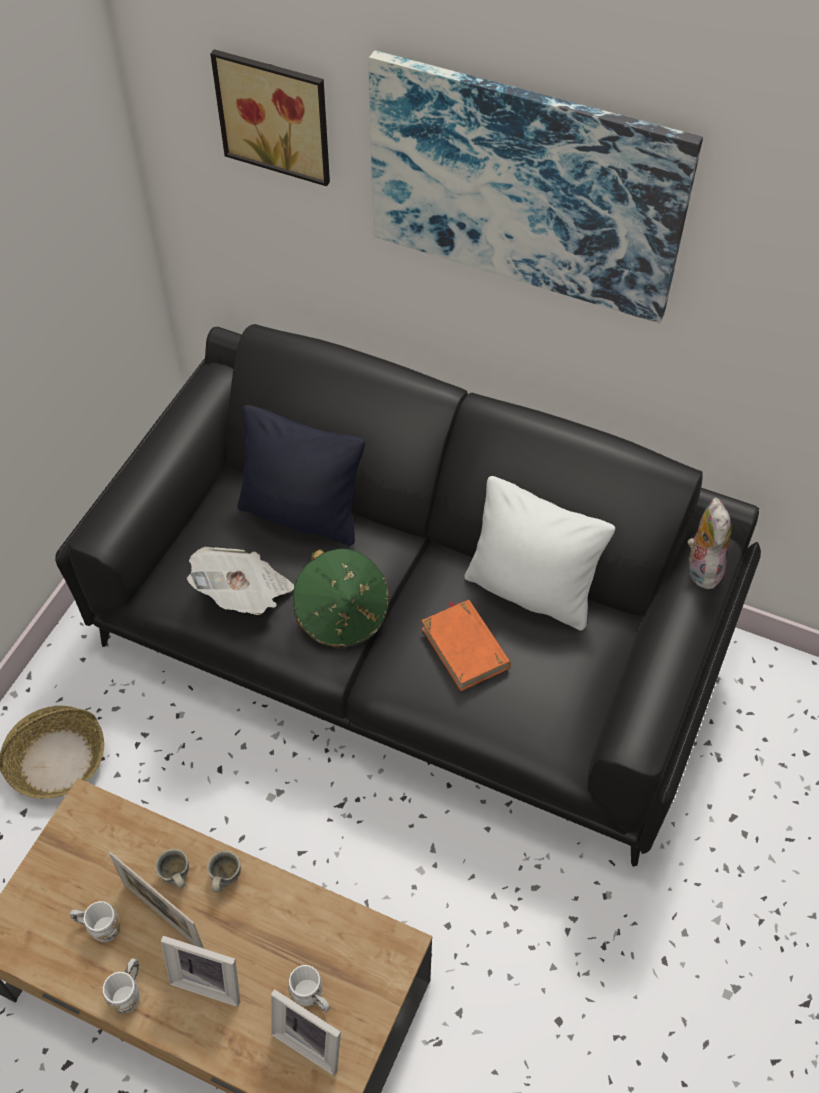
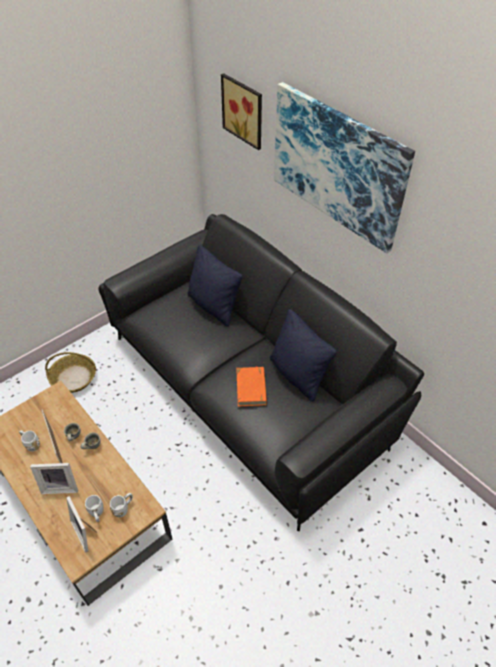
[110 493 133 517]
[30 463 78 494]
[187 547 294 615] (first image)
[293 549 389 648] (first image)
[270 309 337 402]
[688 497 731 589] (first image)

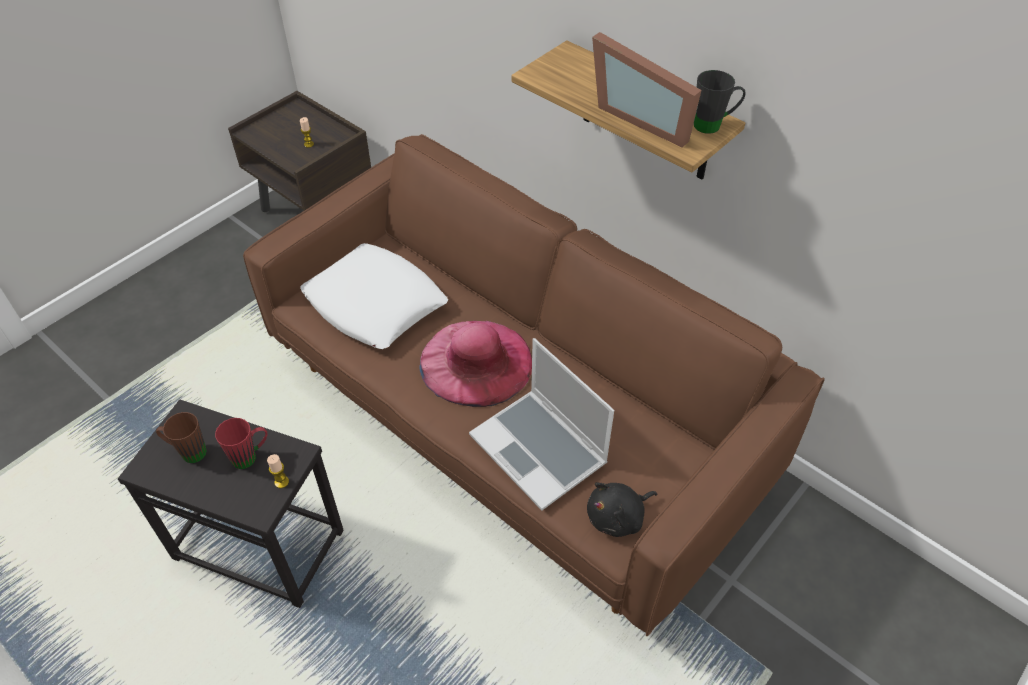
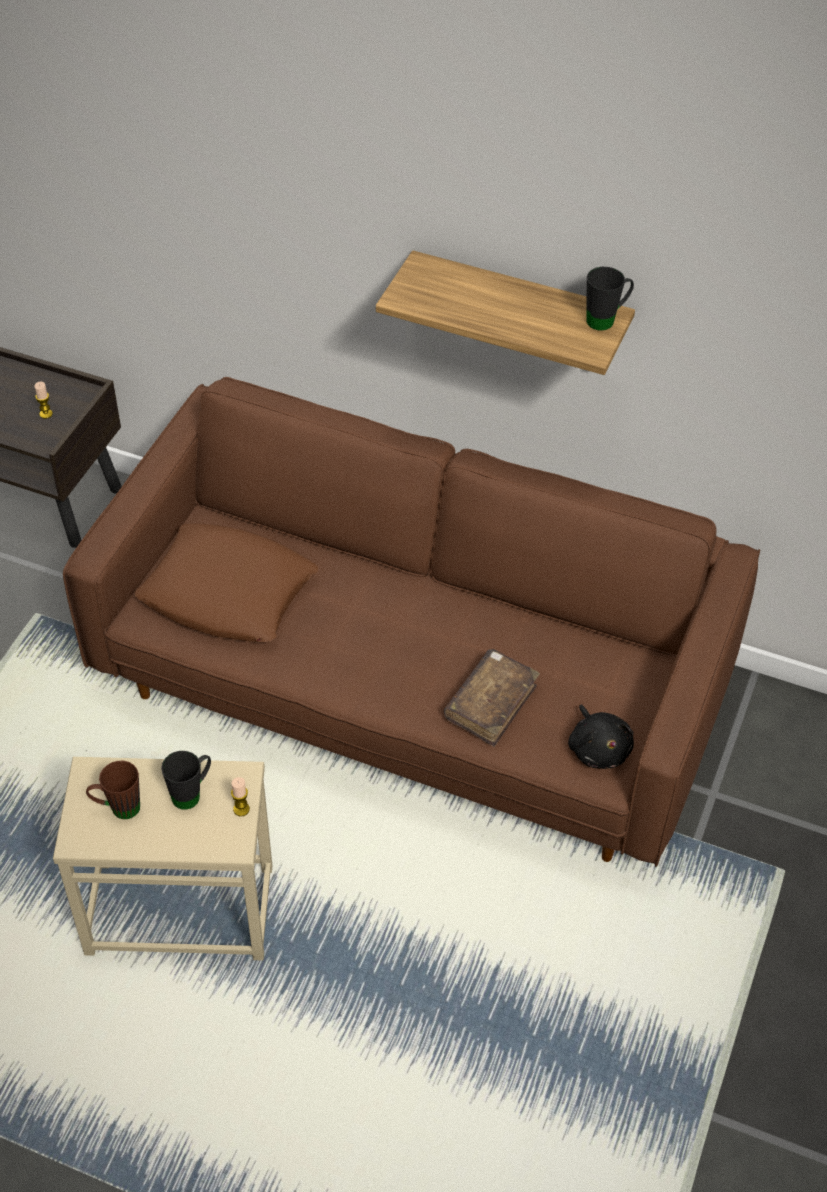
[53 757 272 961]
[161 751 211 810]
[135 523 318 642]
[420 321 532 407] (first image)
[444 649 540 747]
[568 705 634 769]
[592 32 702 147] (first image)

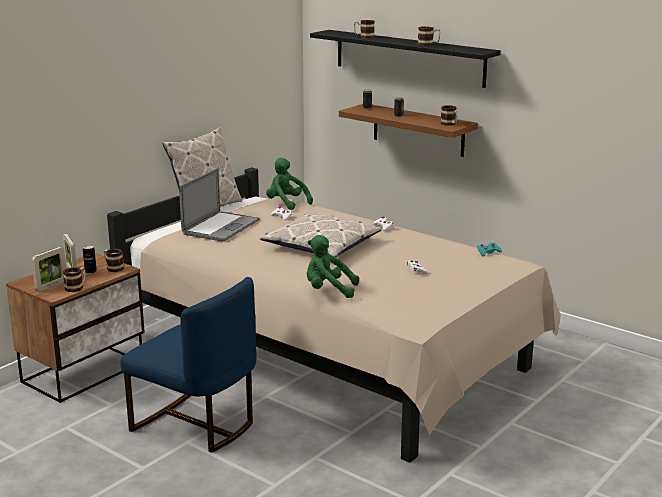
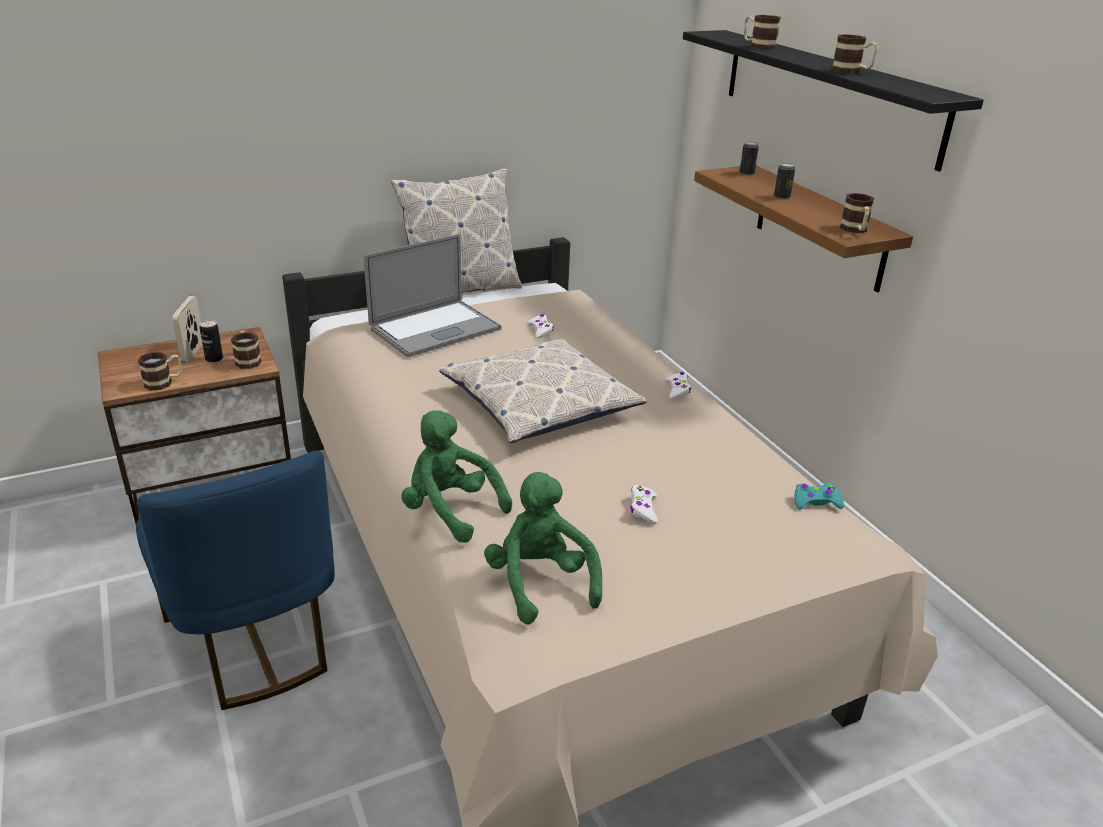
[32 247 66 291] (first image)
[484 472 602 624]

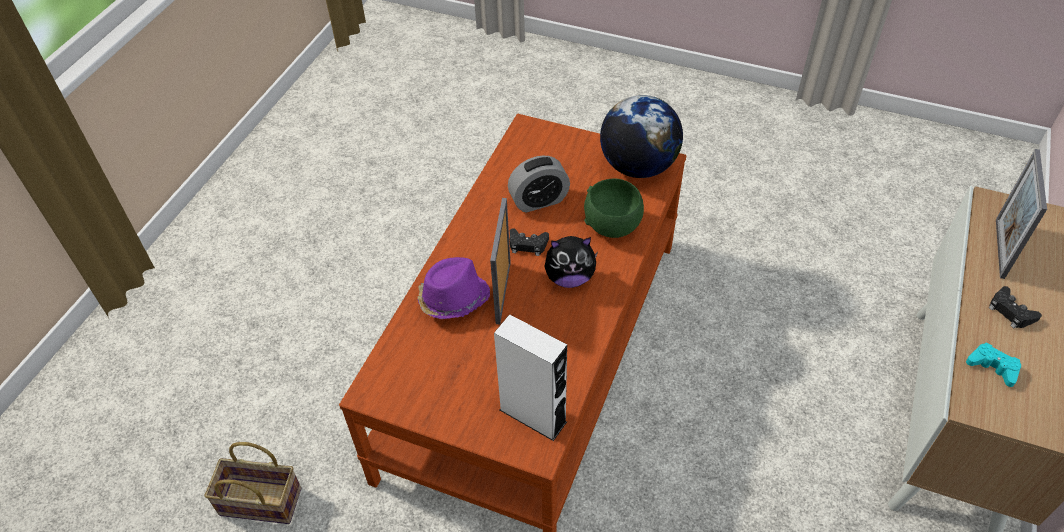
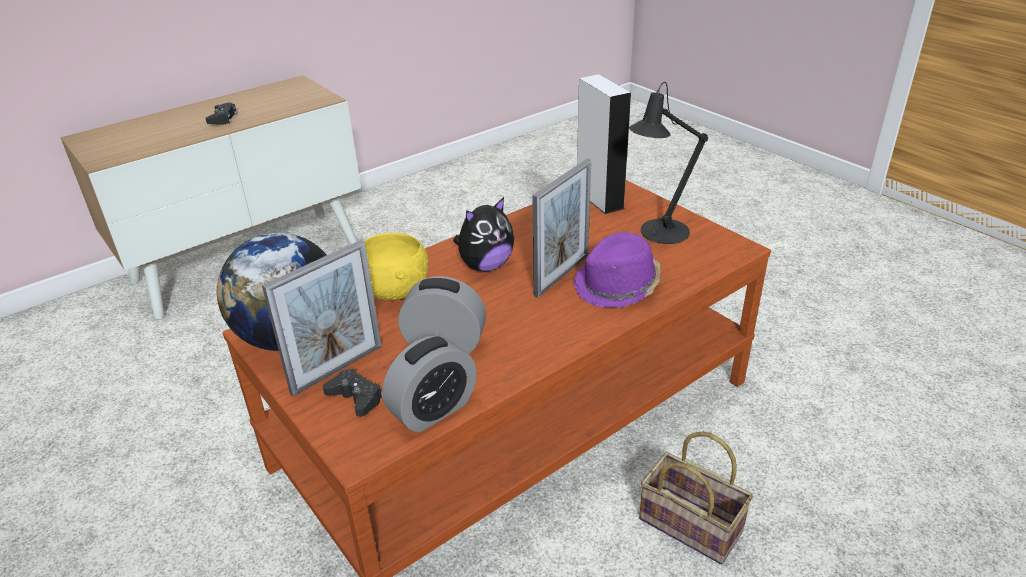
[639 432 753 564]
[323 369 383 417]
[453 197 514 271]
[364 233 428 300]
[966 342 1021 387] (first image)
[262 240 382 397]
[382 335 477 432]
[629 82 708 244]

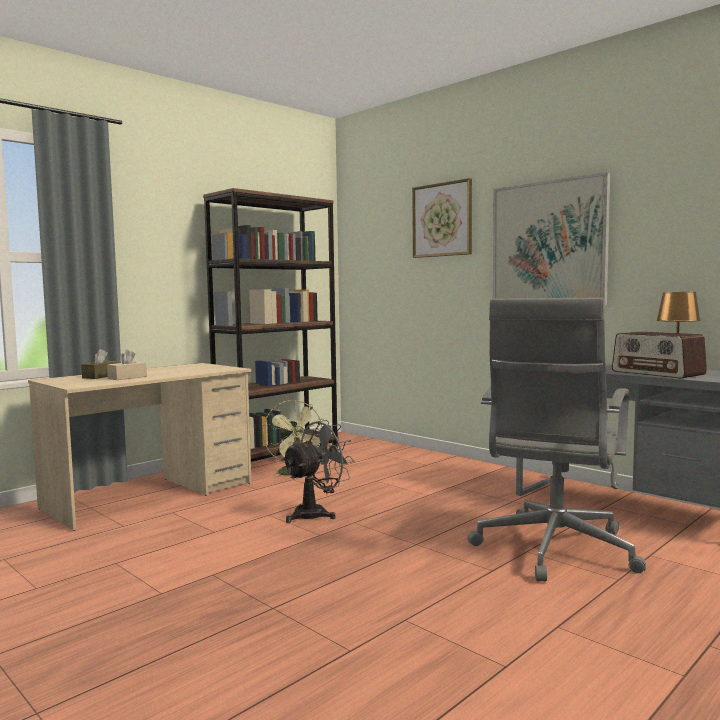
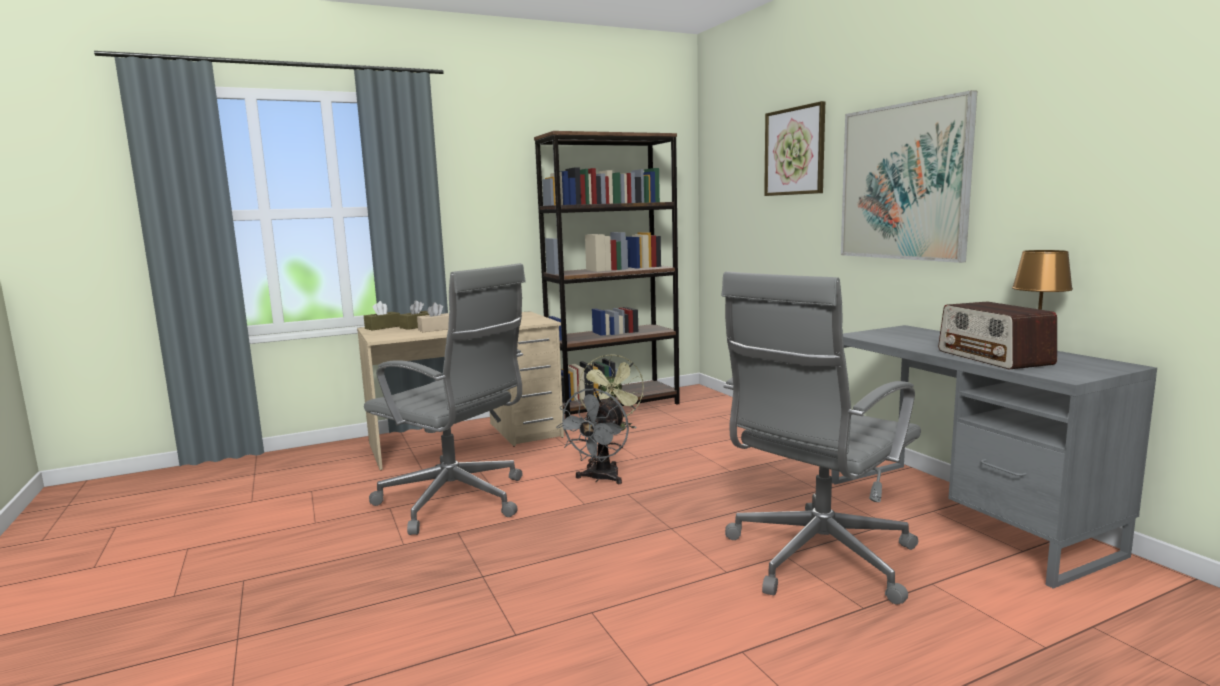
[556 388 629 484]
[364 263 526 535]
[364 301 400 331]

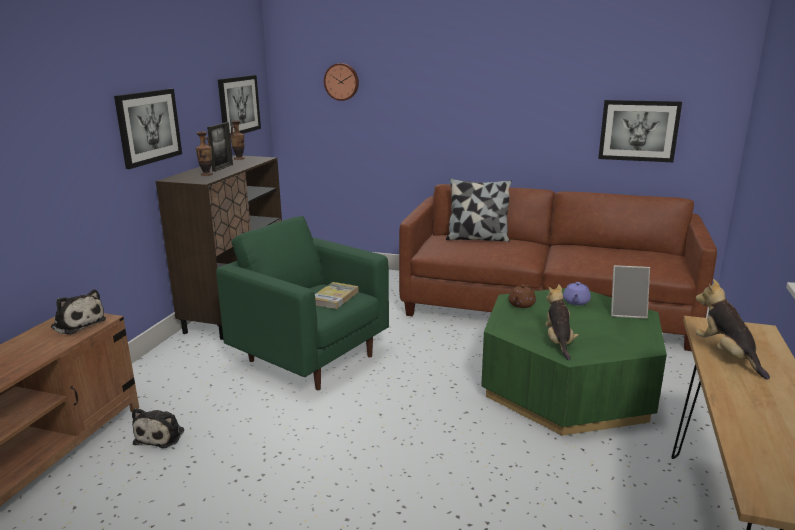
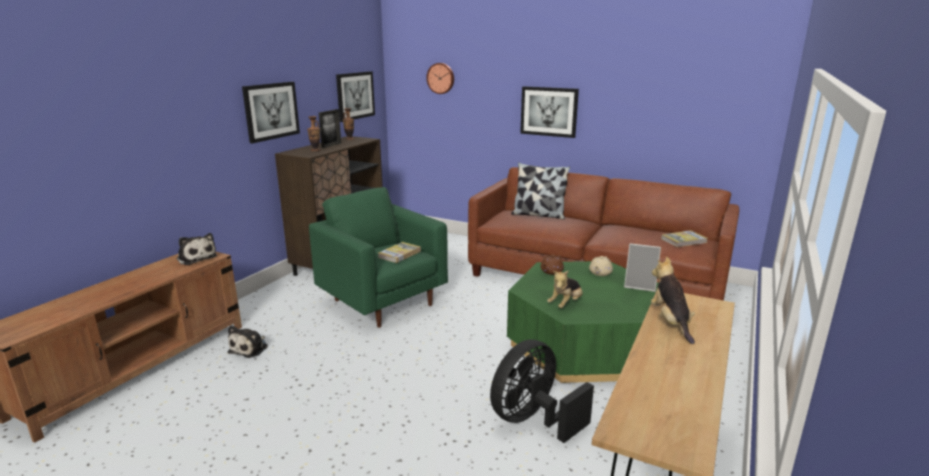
[547 271 583 308]
[589 256 613 276]
[520 86 579 138]
[490 339 594 443]
[661 230 707 247]

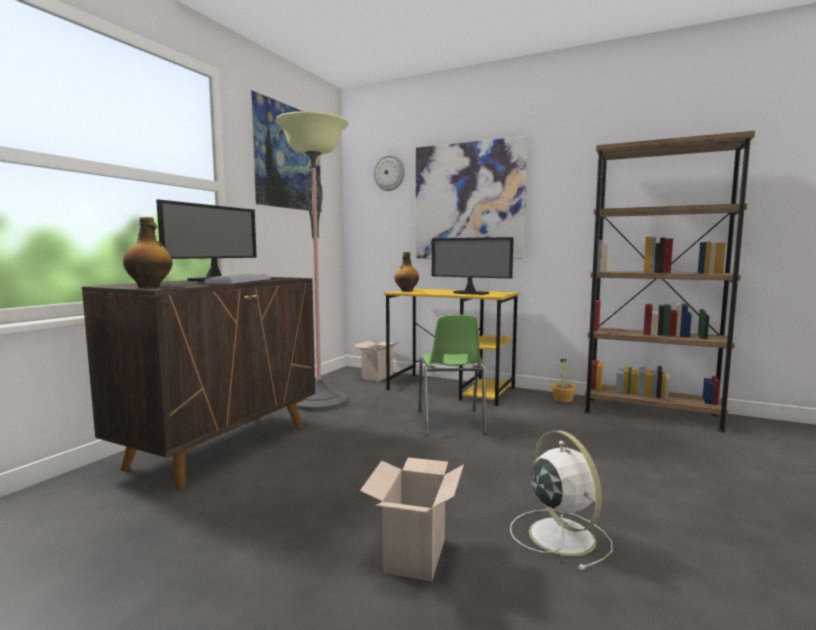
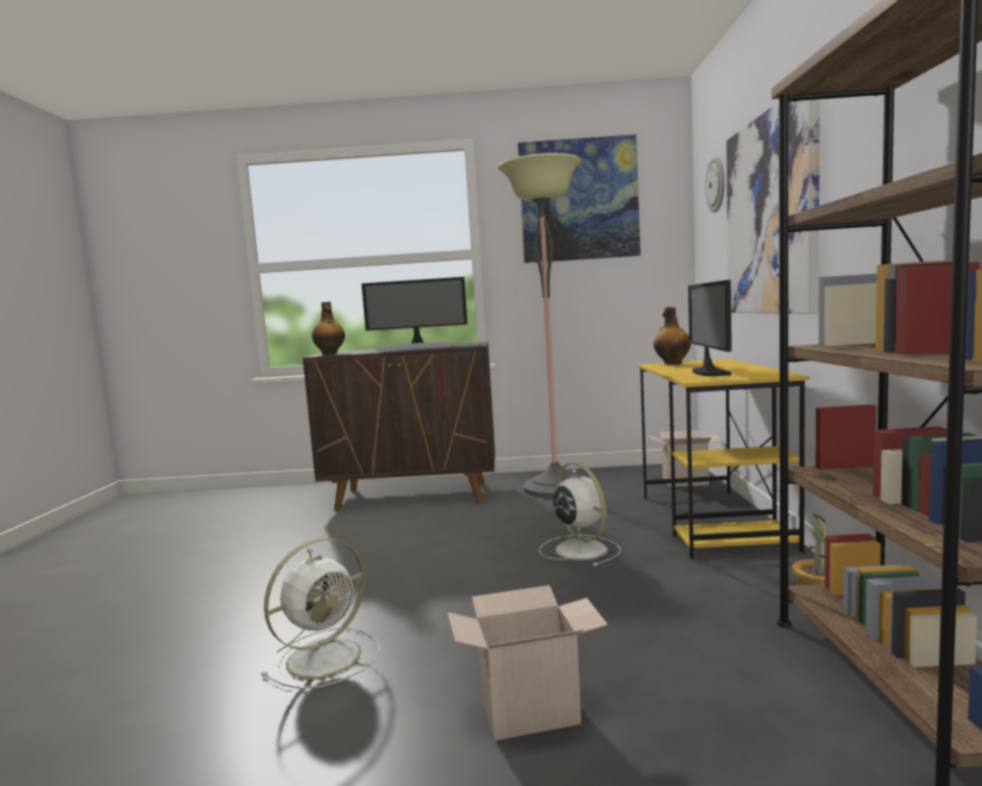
[447 585 608 741]
[539 462 621 566]

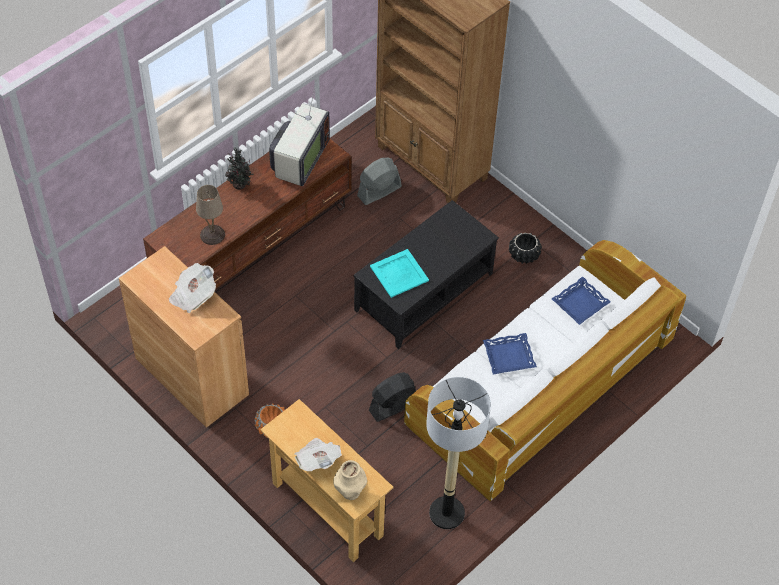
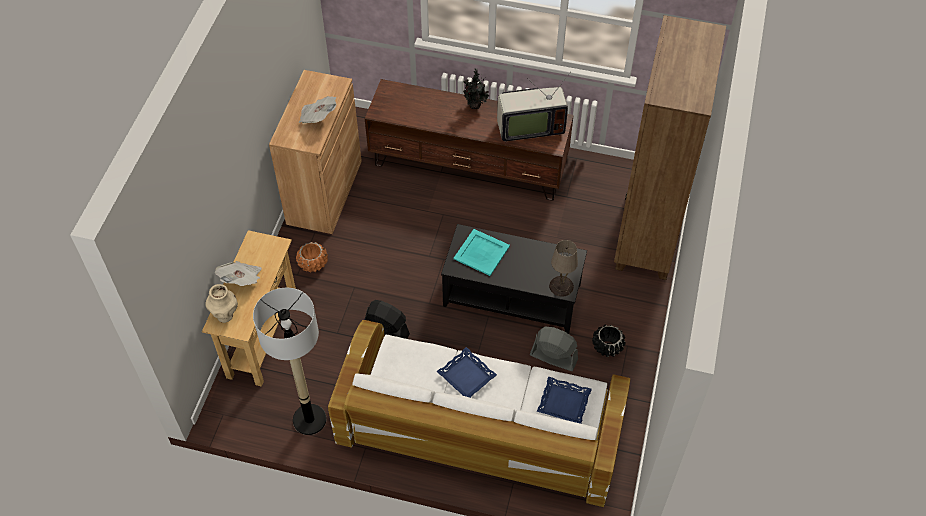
[549 240 578 297]
[530 326 578 371]

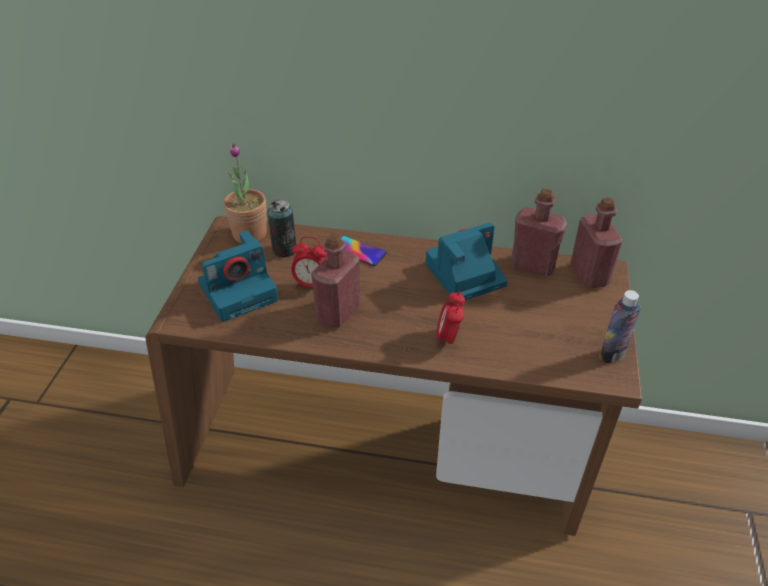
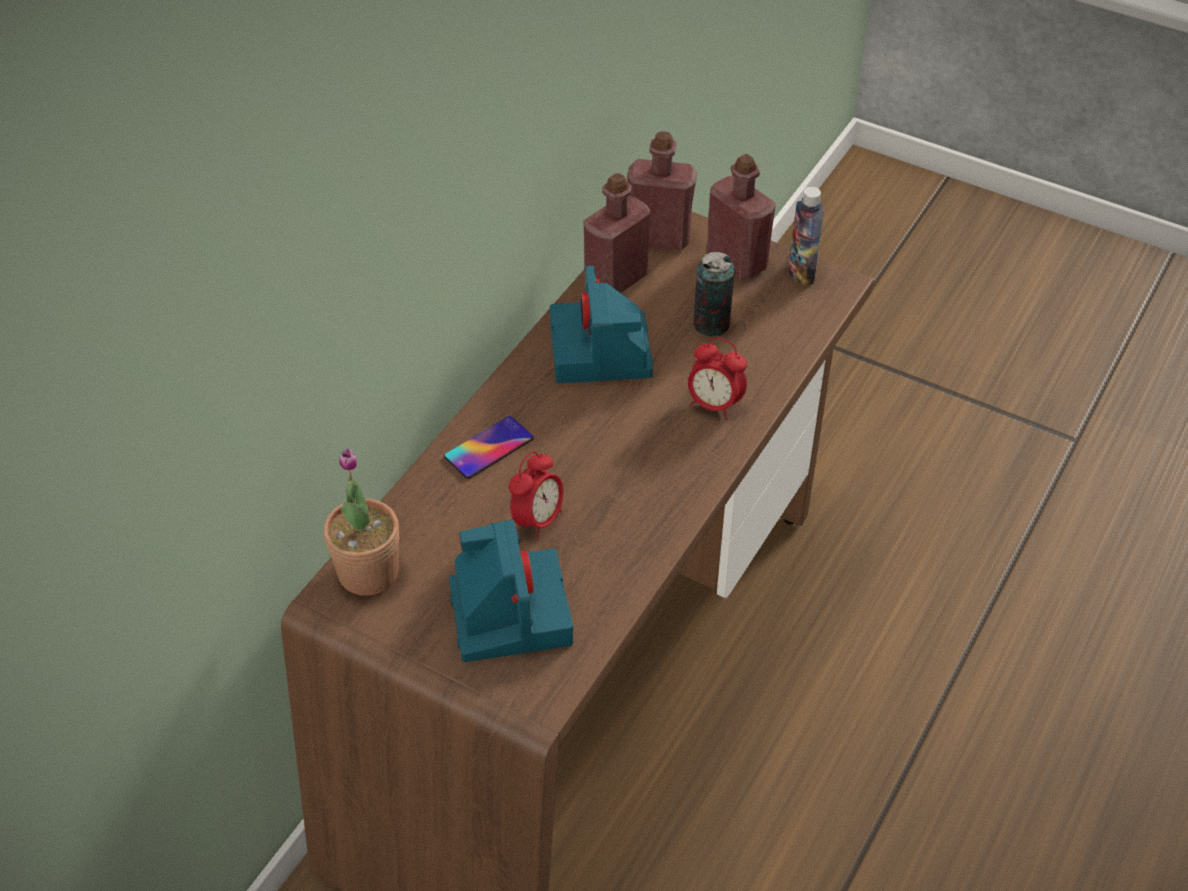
[693 252 735 337]
[706 154 776 280]

